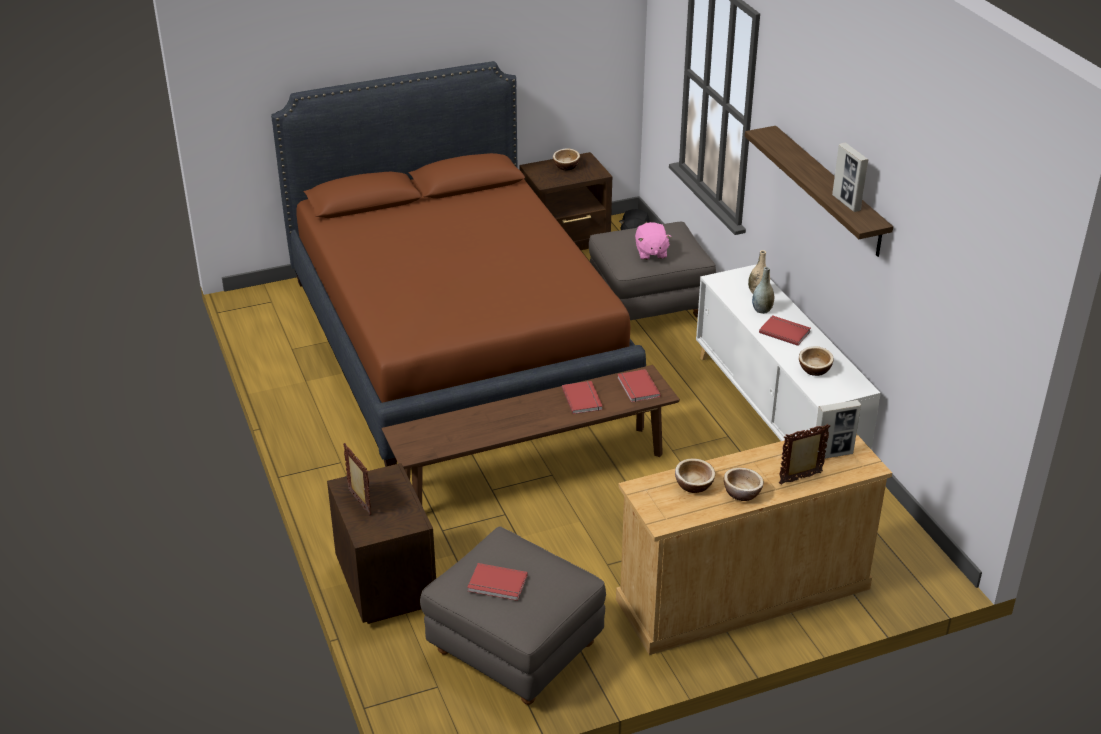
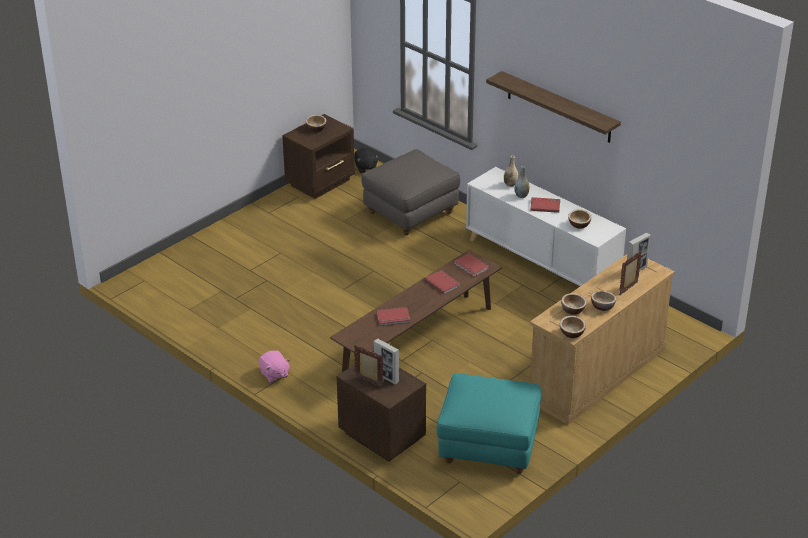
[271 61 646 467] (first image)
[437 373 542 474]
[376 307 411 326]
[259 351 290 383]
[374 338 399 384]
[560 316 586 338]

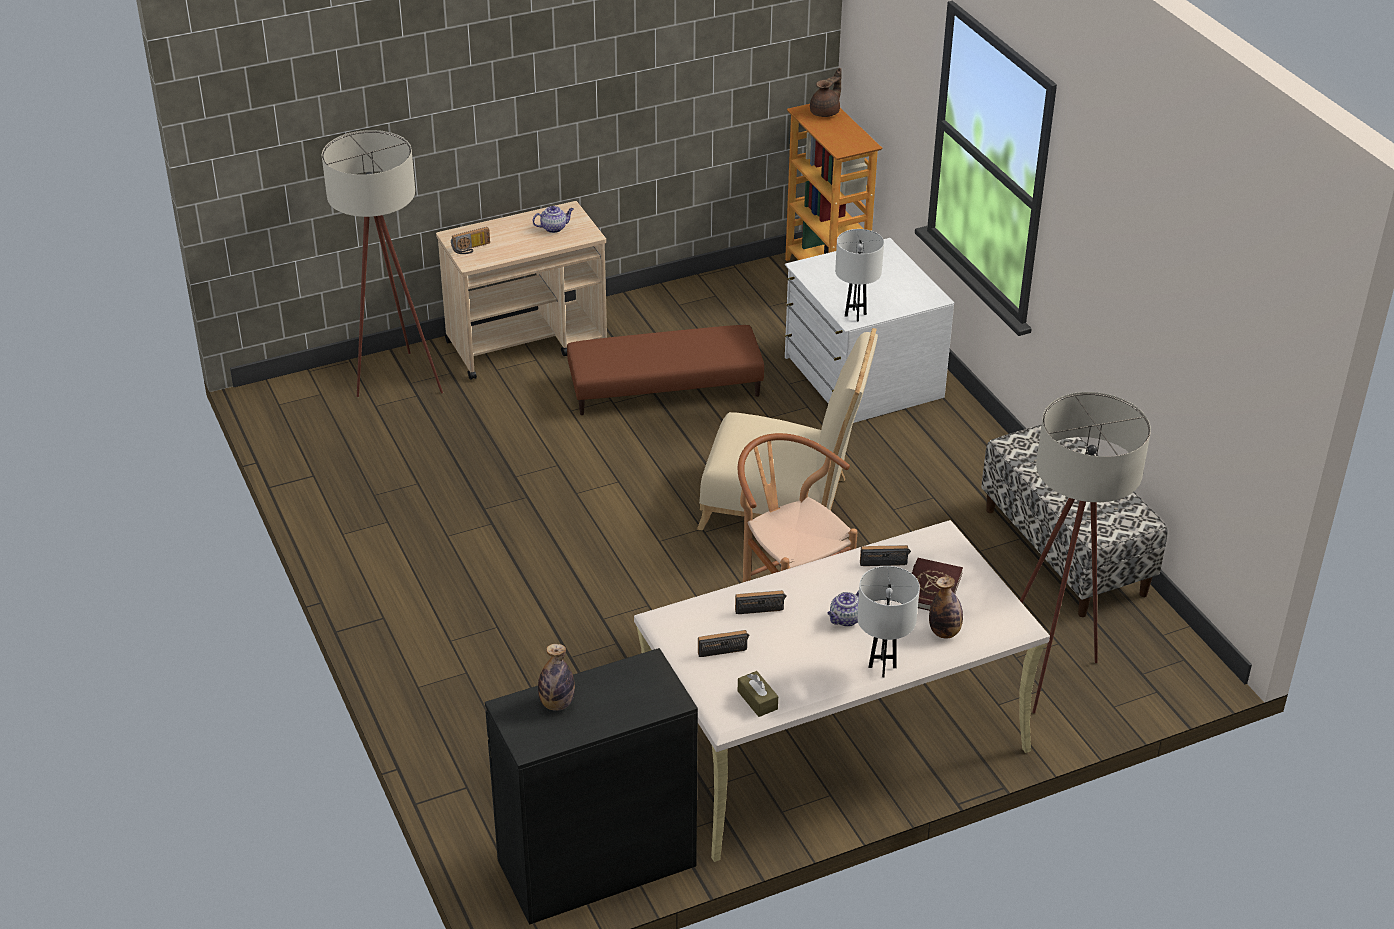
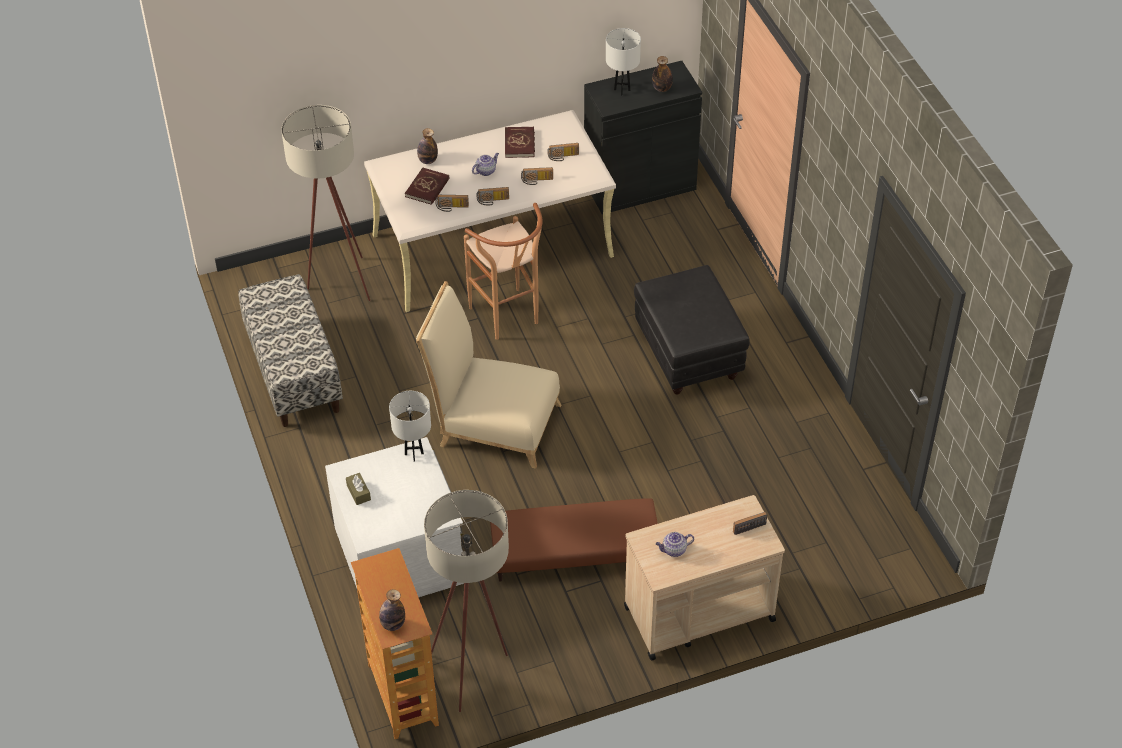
[424 490 509 712]
[346 473 371 505]
[379 589 405 631]
[606 28 641 96]
[476 187 509 206]
[505 127 535 158]
[634 265 750 395]

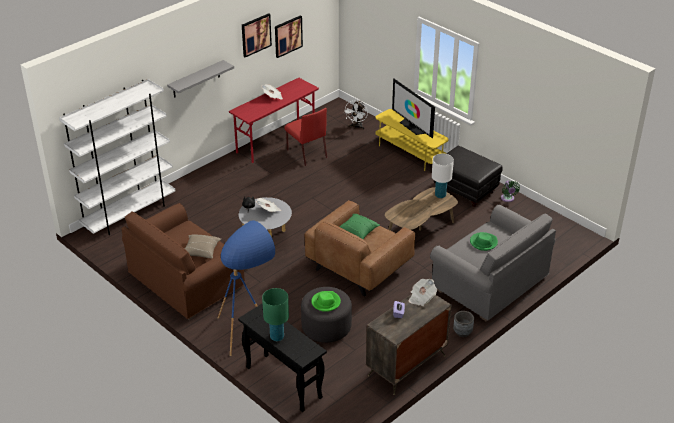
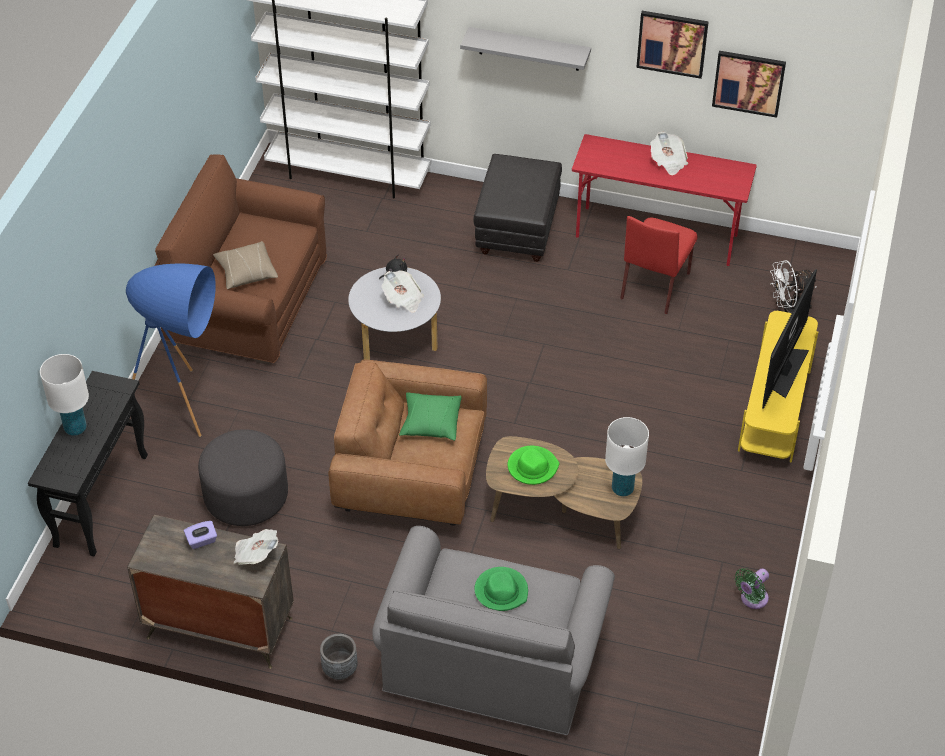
[40 354 89 436]
[508 446 560 485]
[473 154 562 262]

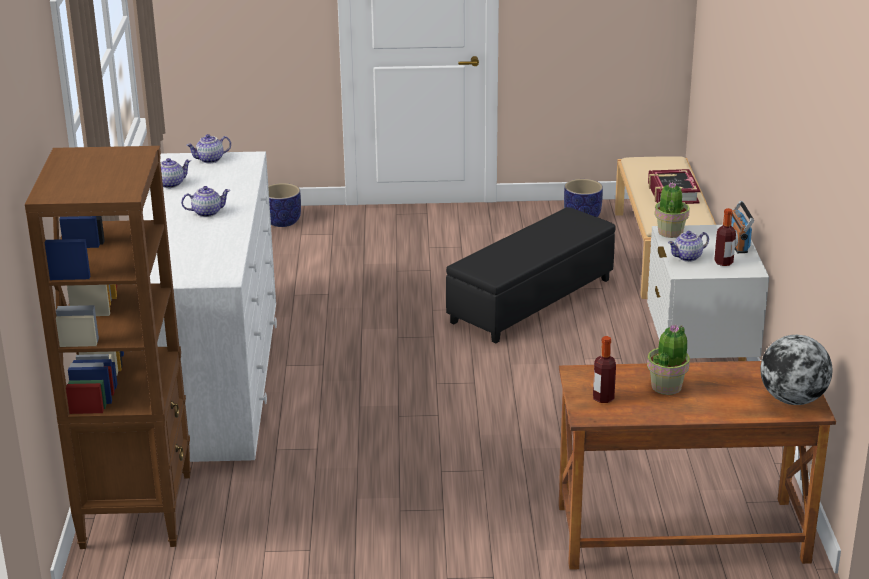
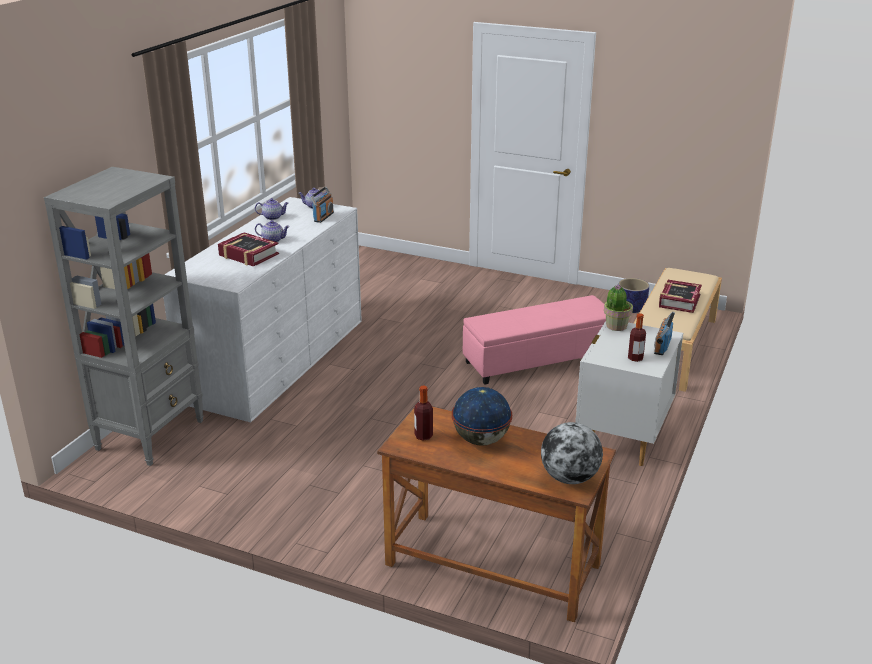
[44 167 204 466]
[268 183 301 227] (first image)
[463 295 606 385]
[452 387 512 446]
[668 231 709 262] (first image)
[218 232 279 267]
[310 187 334 223]

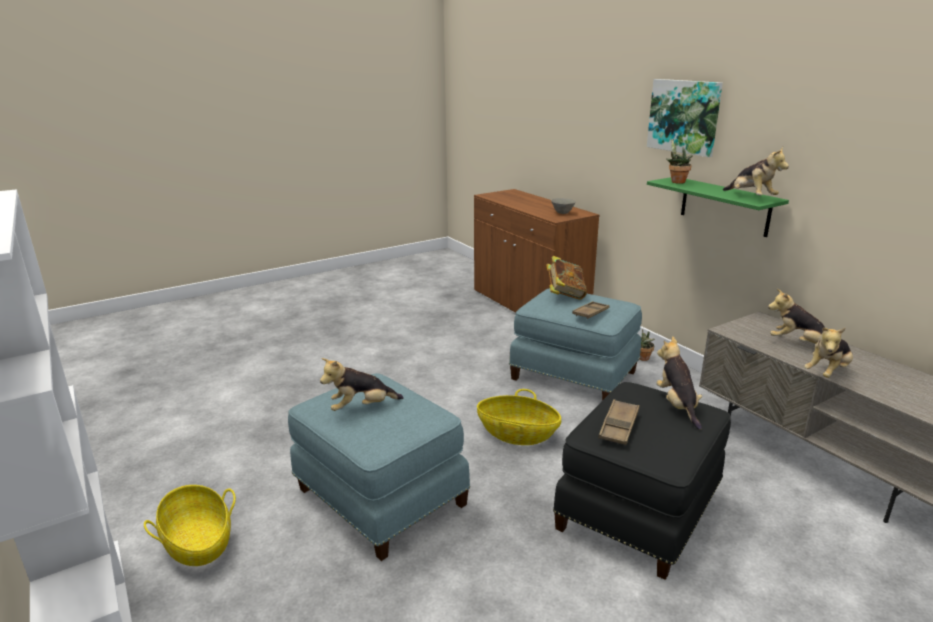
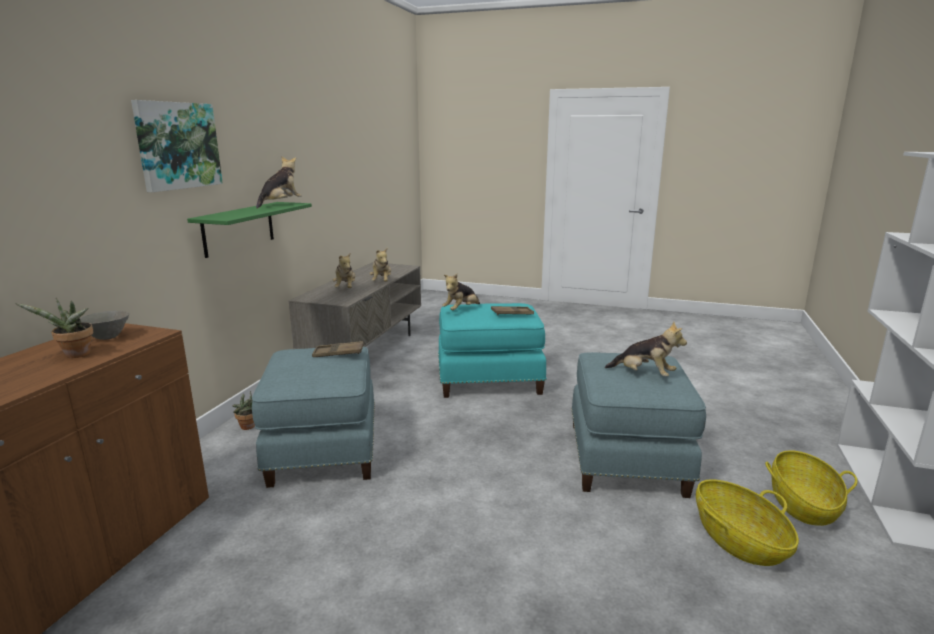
[696 479 799 566]
[547 256 587 300] (first image)
[438 303 547 398]
[15 298 93 358]
[370 248 391 281]

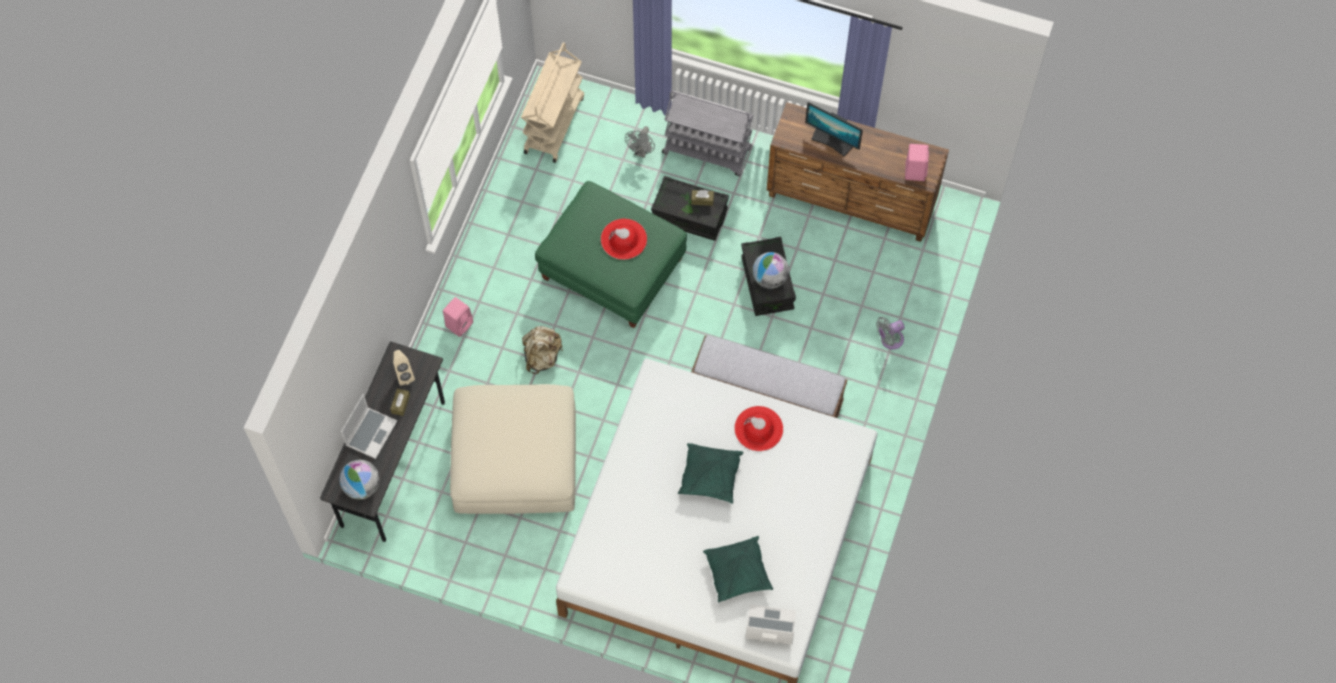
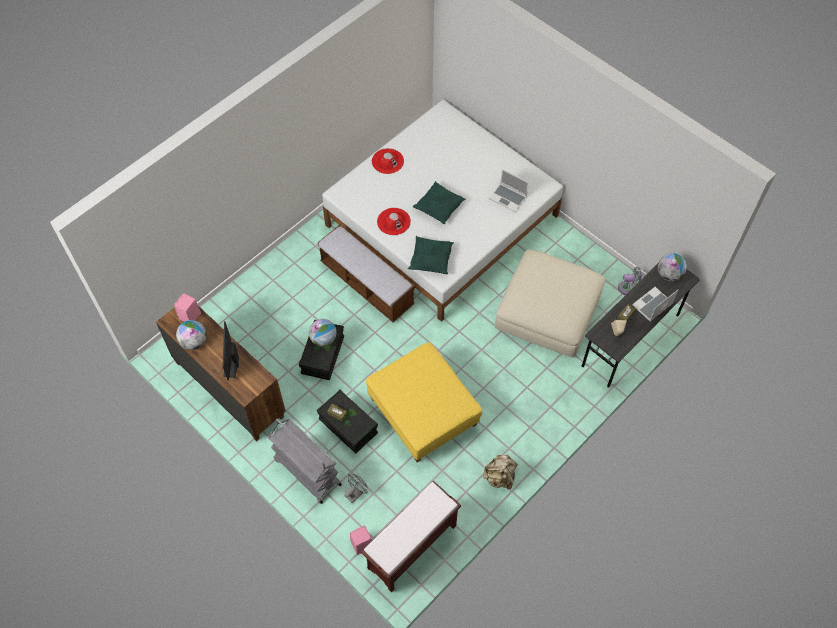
[350 526 372 555]
[361 481 461 592]
[483 455 518 489]
[366 342 482 462]
[372 148 404 174]
[408 236 454 274]
[489 169 529 212]
[223 321 239 380]
[618 267 642 295]
[176 320 207 350]

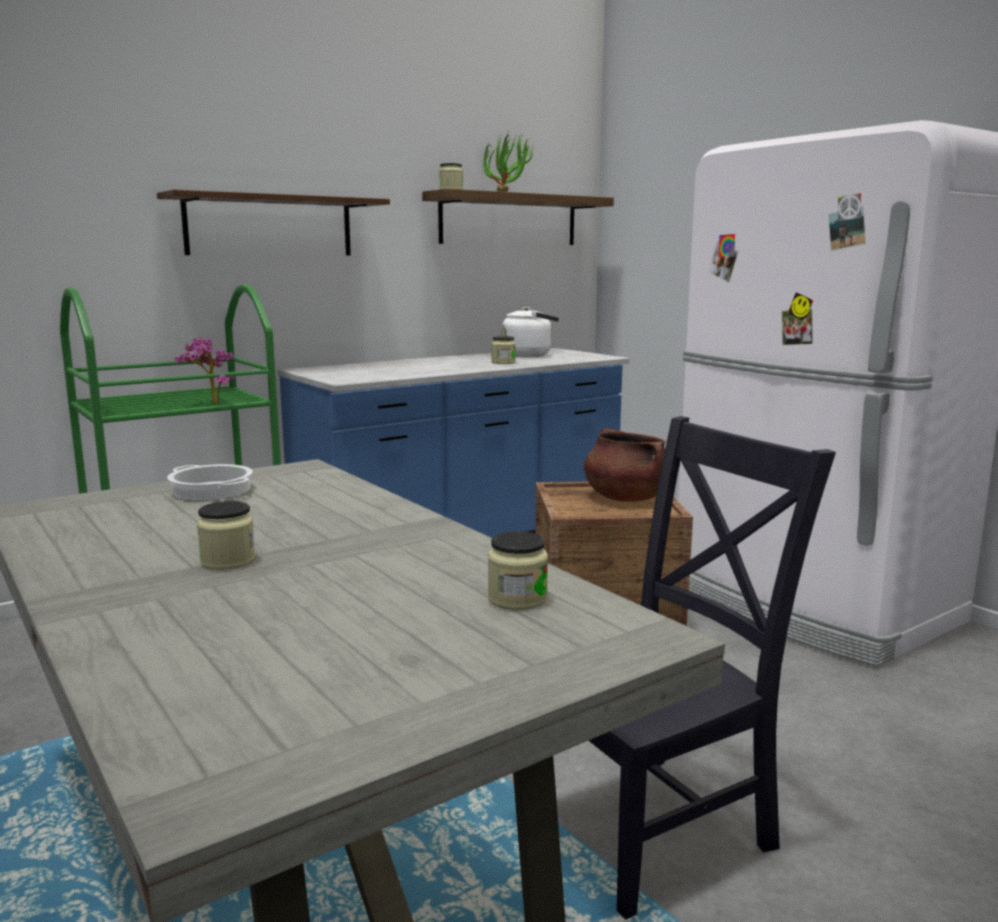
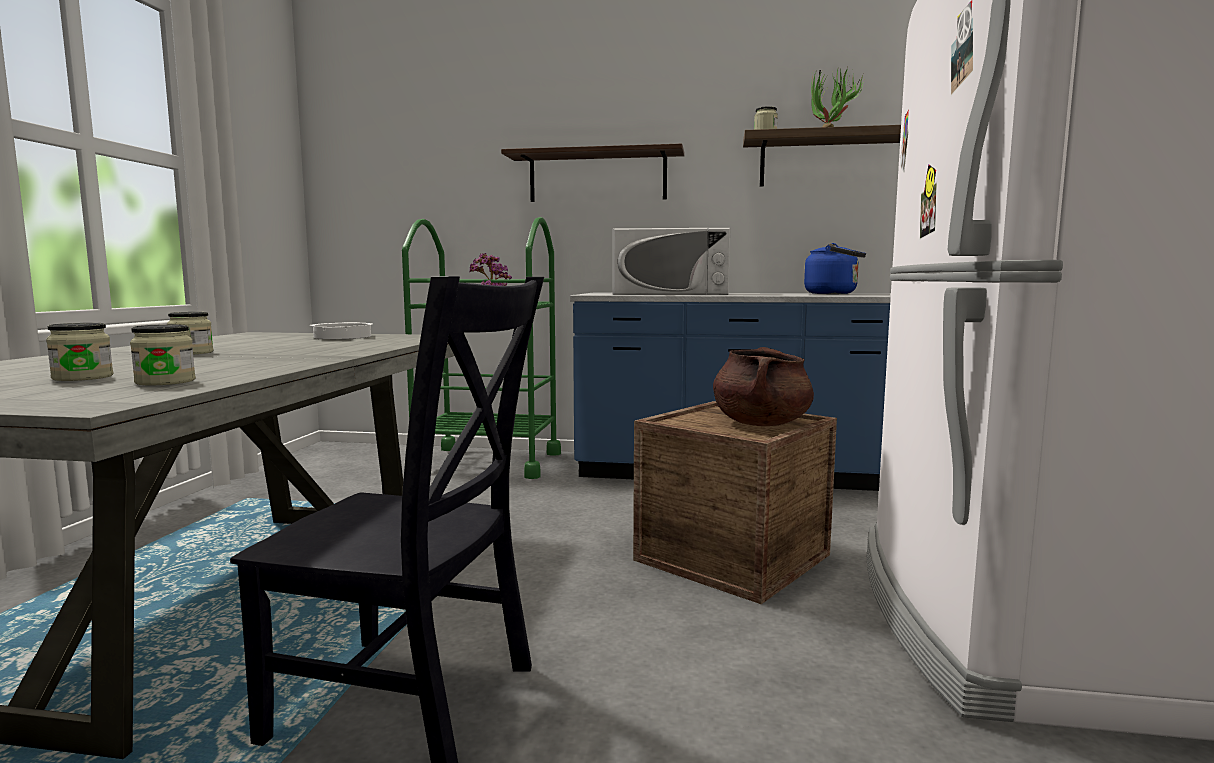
[46 323 113 381]
[804 243 866 294]
[613 228 730 295]

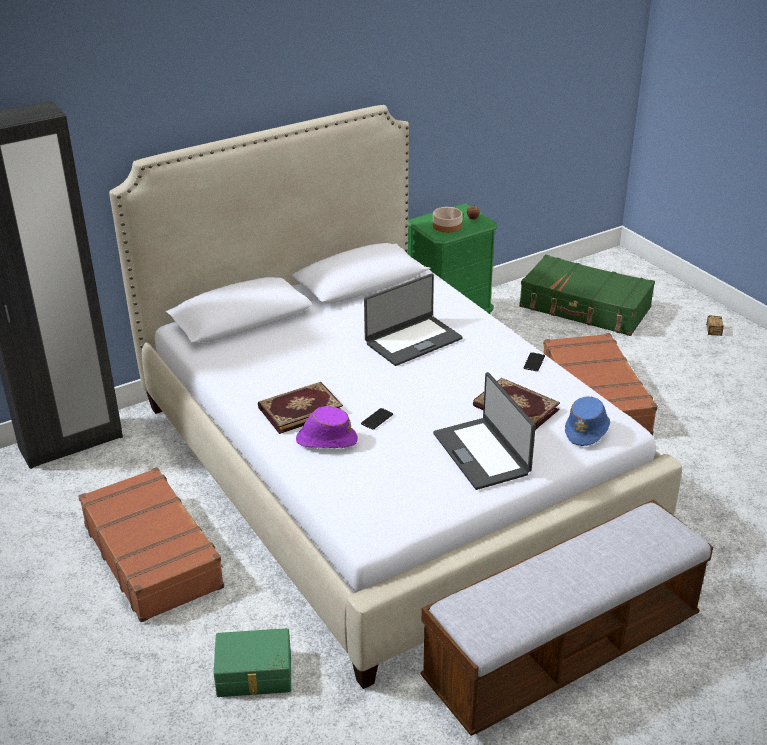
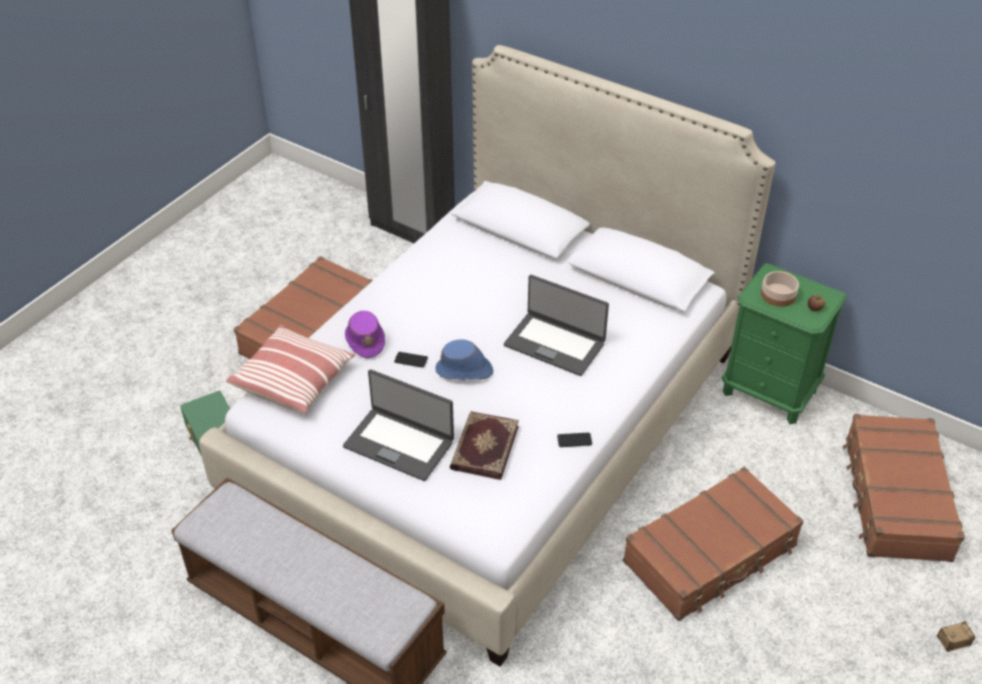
[258 382 343 434] (first image)
[343 369 454 481]
[843 414 965 562]
[435 339 493 380]
[226 325 355 414]

